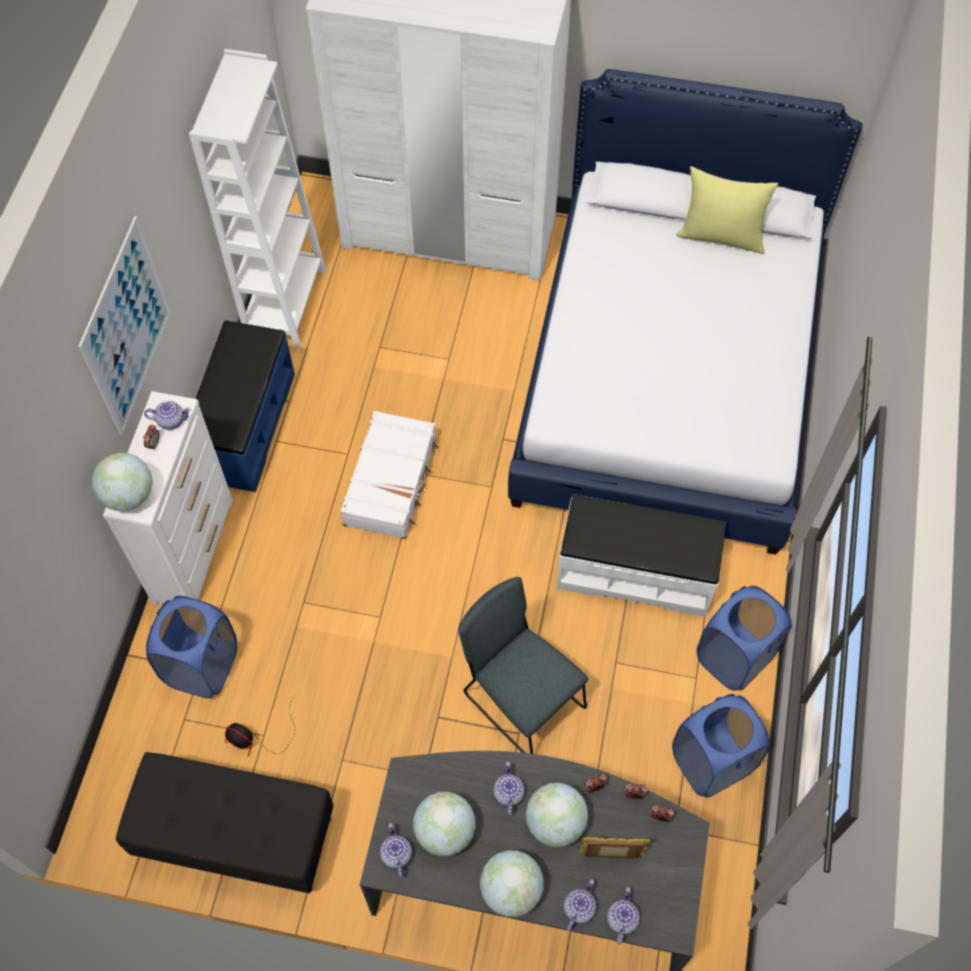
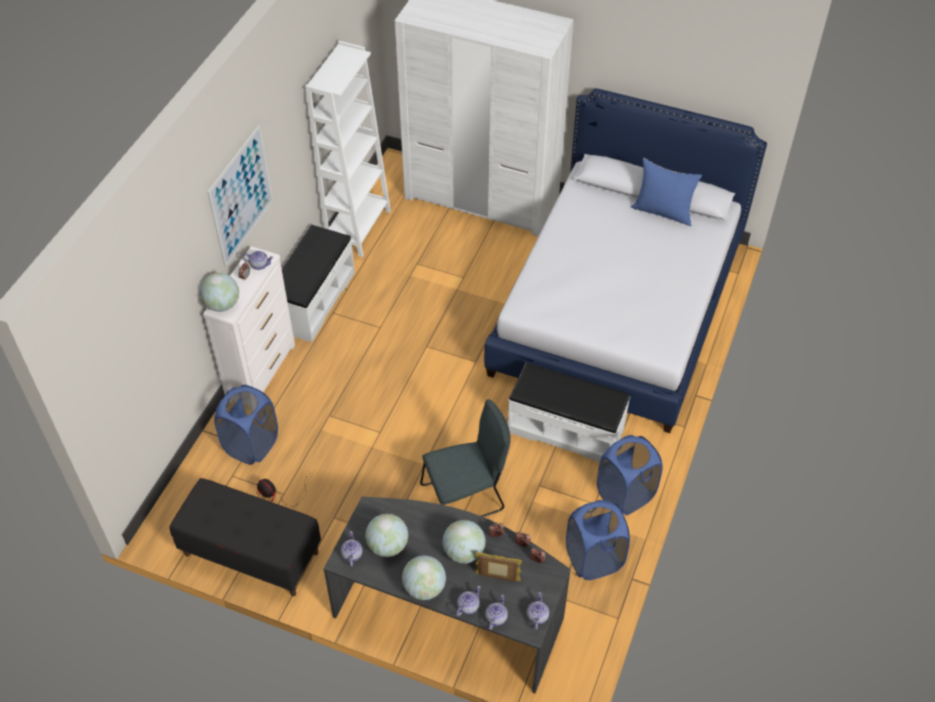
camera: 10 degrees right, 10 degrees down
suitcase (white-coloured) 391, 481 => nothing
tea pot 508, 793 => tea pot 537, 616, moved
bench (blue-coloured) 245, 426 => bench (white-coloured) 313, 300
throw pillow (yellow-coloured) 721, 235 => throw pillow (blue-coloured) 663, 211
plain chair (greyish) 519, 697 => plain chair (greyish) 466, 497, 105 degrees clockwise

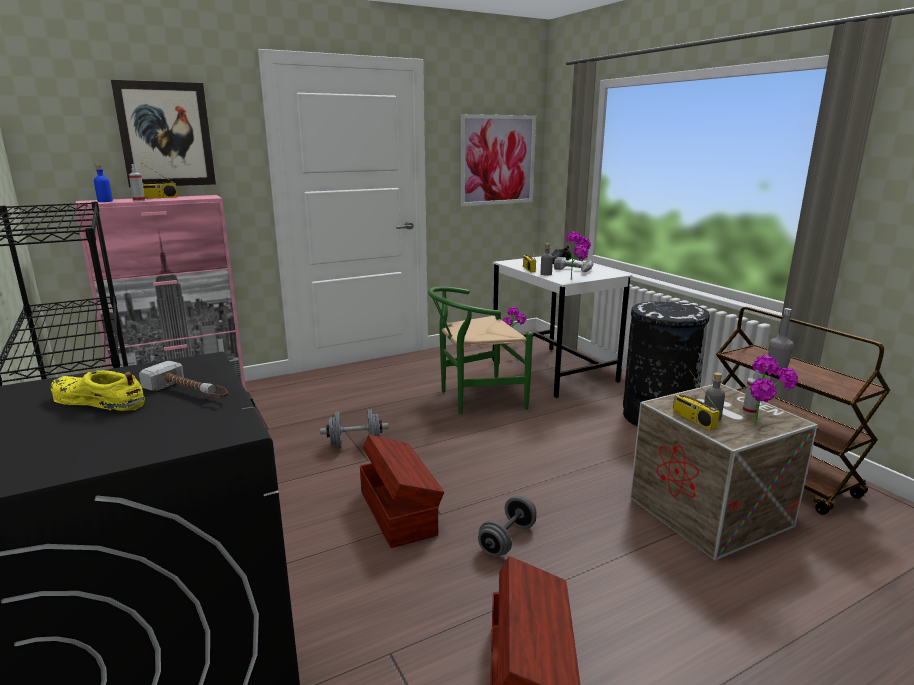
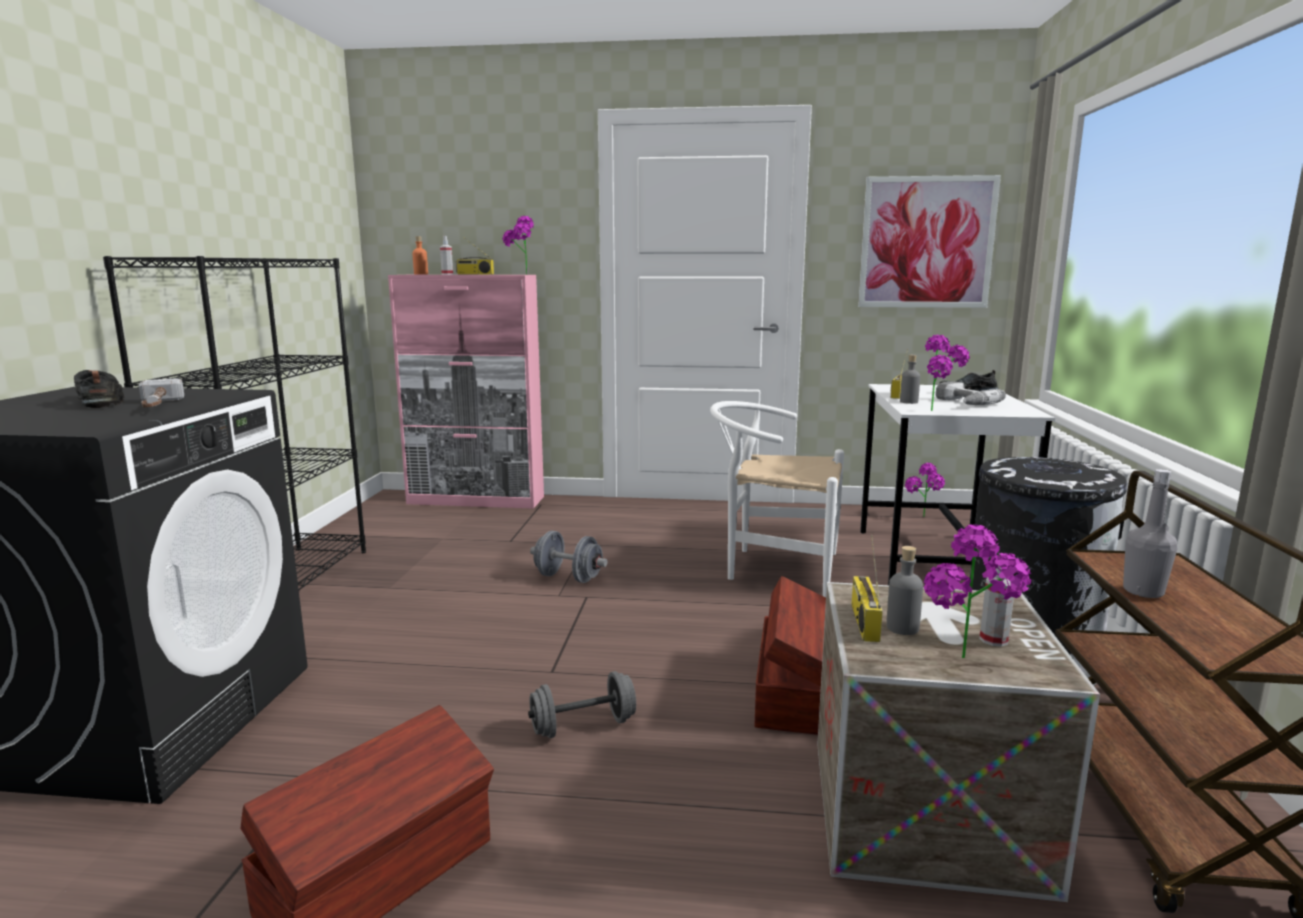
camera: 35 degrees right, 5 degrees down
wall art 166, 135 => nothing
nothing => houseplant 521, 274
storage bin (brown-coloured) 399, 511 => storage bin (brown-coloured) 795, 690, moved
low shoe (yellow-coloured) 98, 401 => low shoe (black) 99, 401
bottle (blue-coloured) 105, 201 => bottle (orange) 421, 274
plain chair (green-coloured) 475, 398 => plain chair (white-coloured) 773, 567

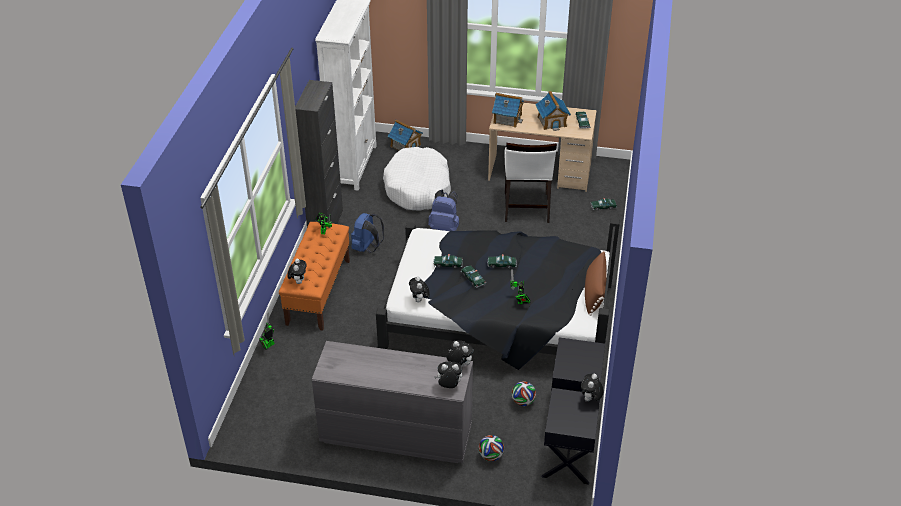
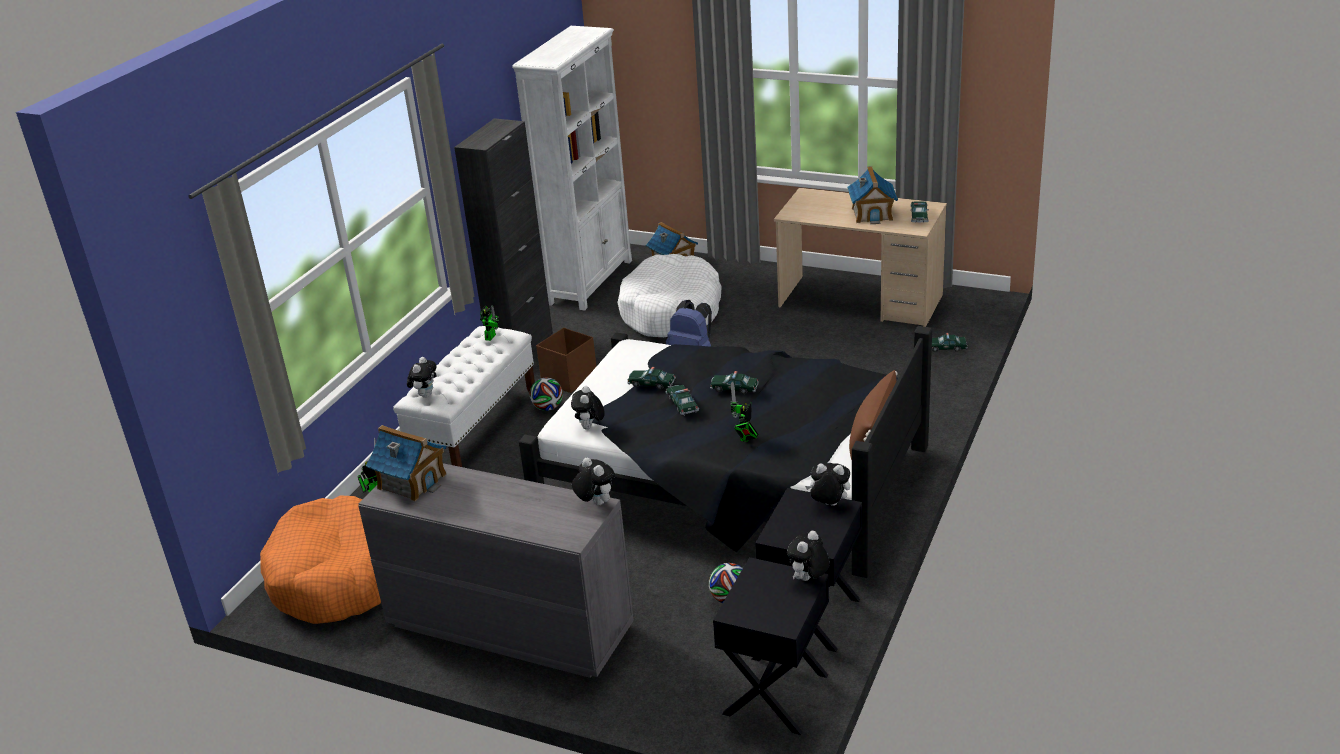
camera: 15 degrees right, 10 degrees down
plain chair (white-coloured) 526, 208 => nothing
nothing => pet bed (orange) 335, 577
soft toy 449, 386 => soft toy 828, 505, moved
football ball 491, 456 => football ball 548, 408, moved
miniature house 507, 118 => miniature house 412, 481, moved
rucksack (blue-coloured) 367, 248 => storage bin (brown-coloured) 568, 379
bench (orange) 318, 292 => bench (white-coloured) 475, 428

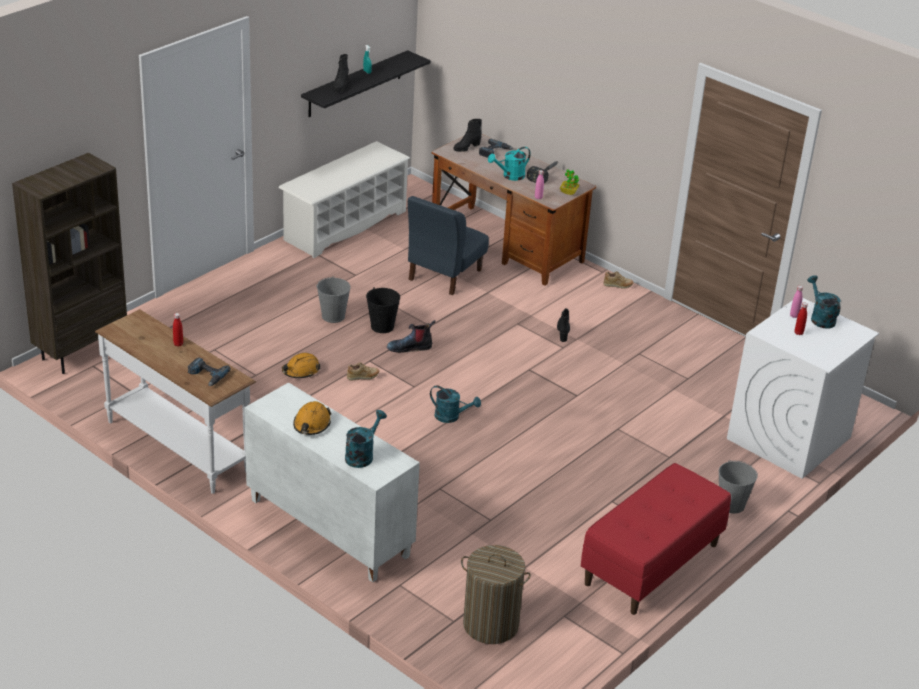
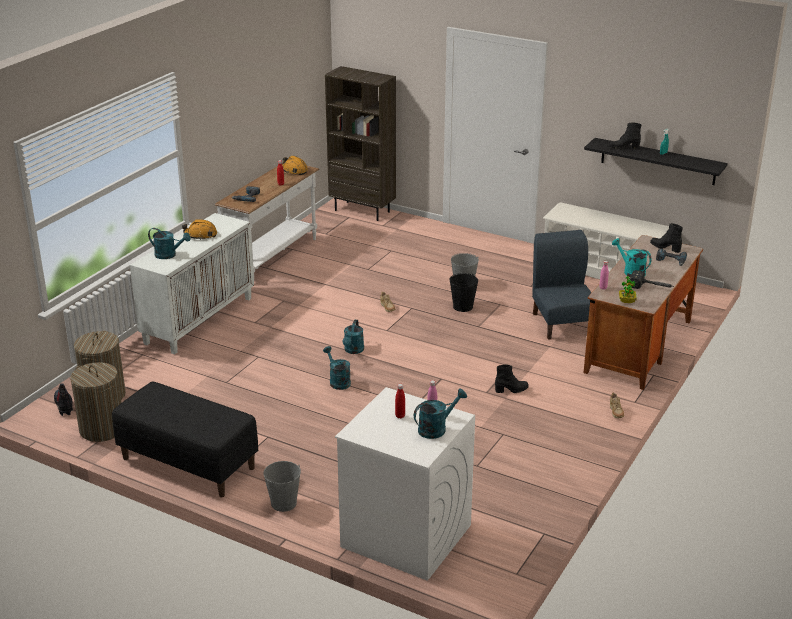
camera: 80 degrees right, 5 degrees down
nothing => washing basket 102, 429
nothing => watering can (turquoise-coloured) 338, 381
hard hat (orange) 301, 371 => hard hat (orange) 294, 170, moved
boot 410, 347 => boot 64, 405, moved
bench (reddish) 651, 565 => bench (black) 187, 463
plain chair (blue-coloured) 444, 275 => plain chair (blue-coloured) 562, 323, 60 degrees clockwise

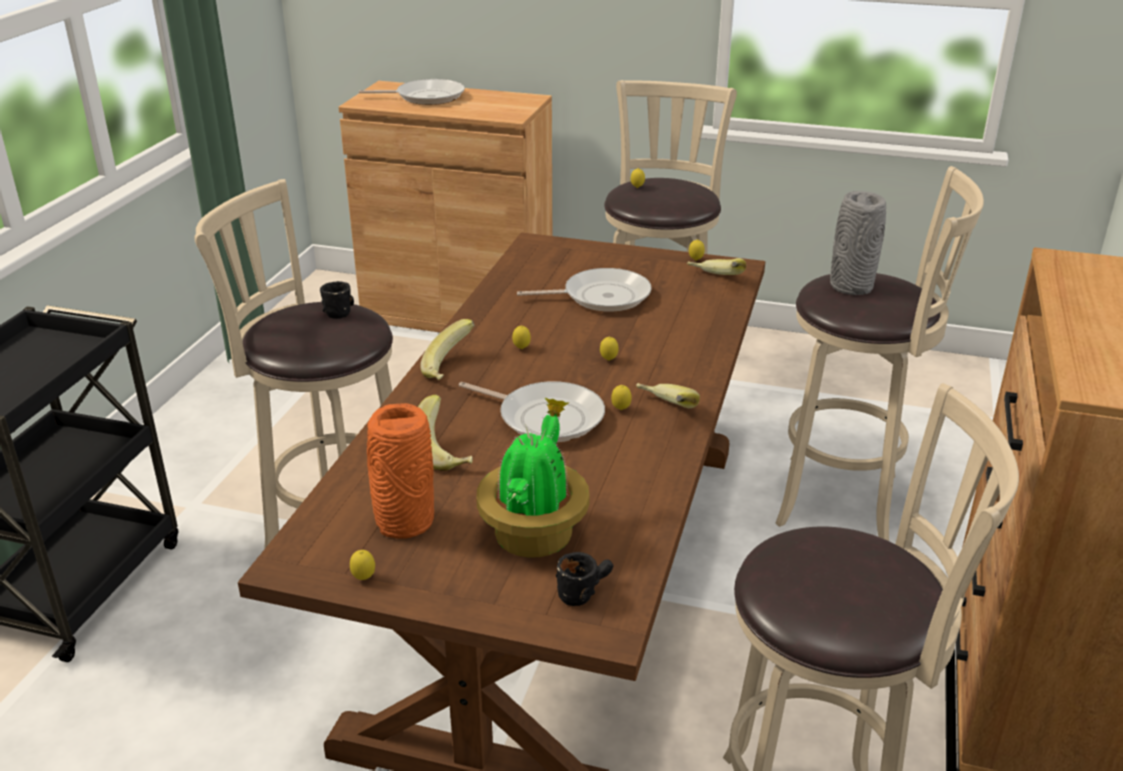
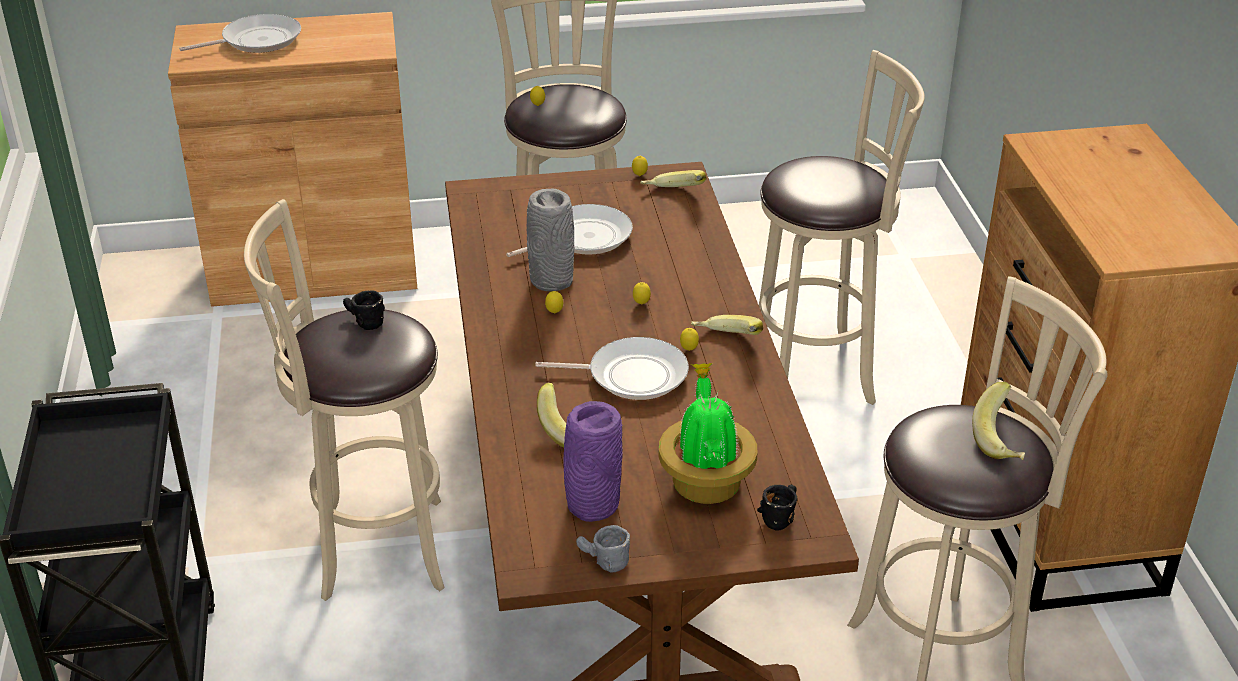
camera: 25 degrees left, 5 degrees up
whole banana 451, 369 => whole banana 1002, 441, moved
flower vase (greyish) 850, 287 => flower vase (greyish) 551, 281, moved
lemon 364, 579 => mug (greyish) 601, 562
flower vase (orange) 403, 522 => flower vase (purple-coloured) 591, 505

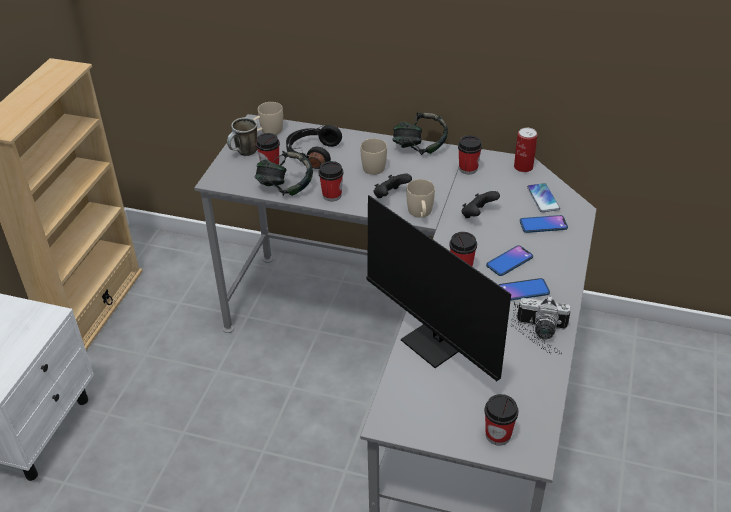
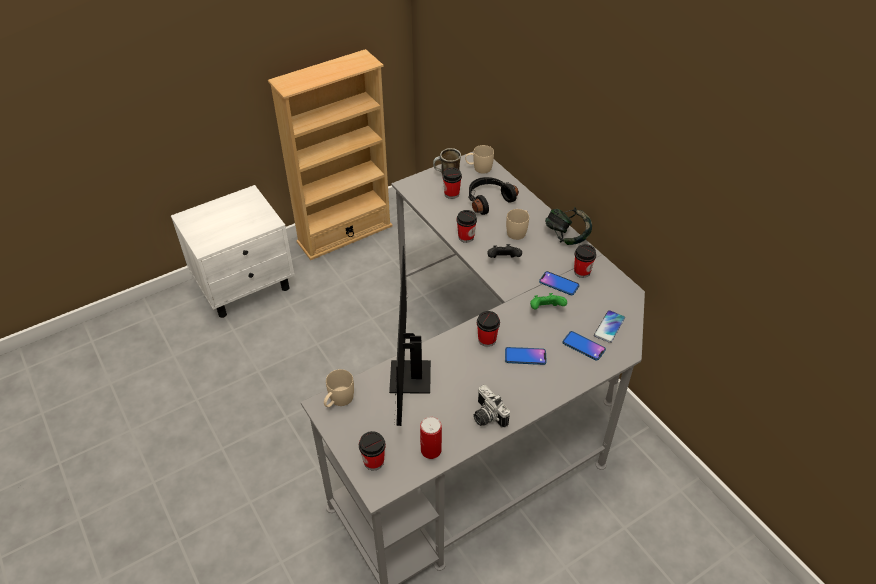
camera: 40 degrees right, 5 degrees up
headset 285, 188 => nothing
mug (beige) 420, 214 => mug (beige) 338, 401, moved
telephone 523, 290 => telephone 559, 284, moved
metal can 523, 167 => metal can 431, 450, moved
joypad (black) 477, 215 => joypad (green-coloured) 545, 309

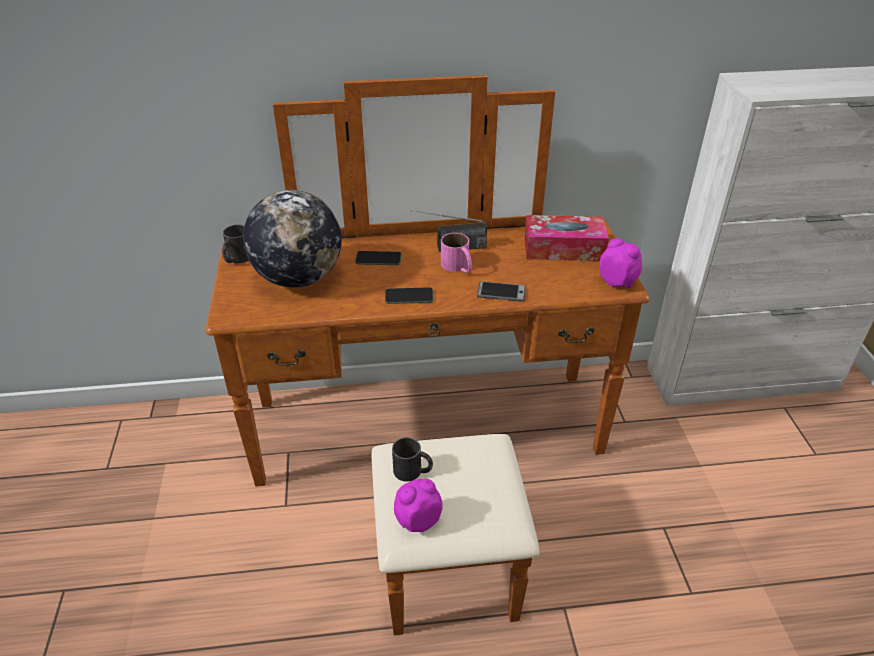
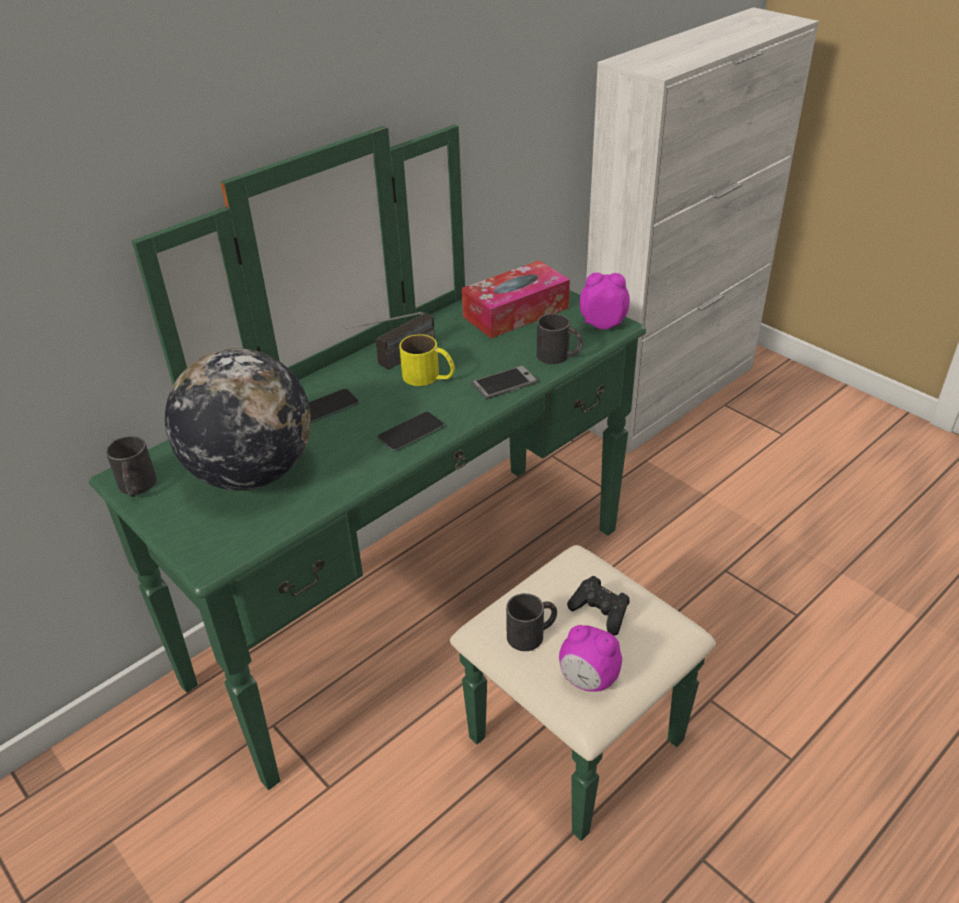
camera: 35 degrees left, 0 degrees up
nothing => mug (black) 559, 356
nothing => joypad (black) 600, 613
drawer chest (brown-coloured) 433, 455 => drawer chest (green-coloured) 449, 629
mug (pinkish) 458, 267 => mug (yellow-coloured) 429, 377
bedside clock 418, 520 => bedside clock 588, 680, 90 degrees counterclockwise

